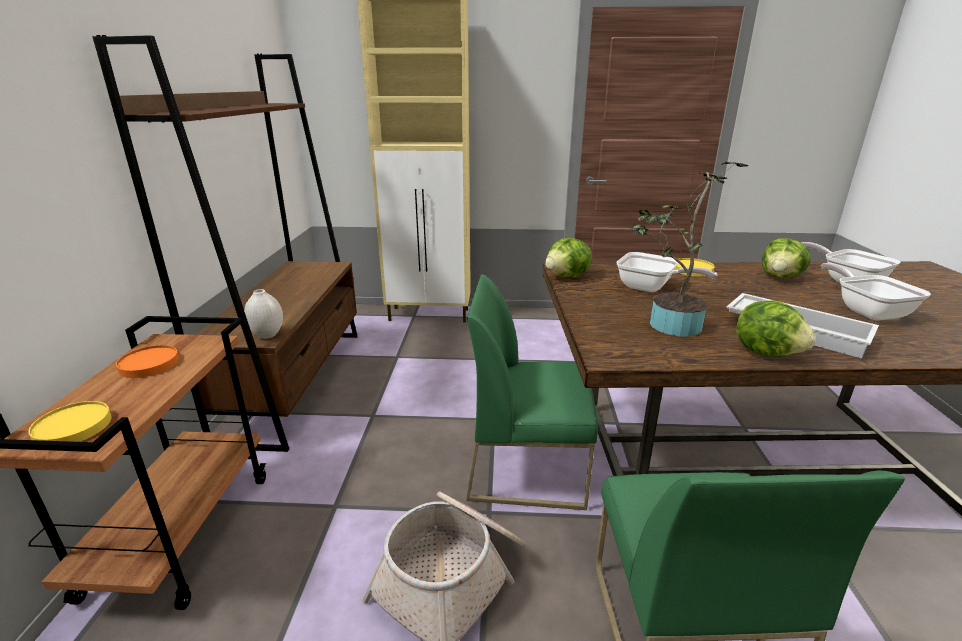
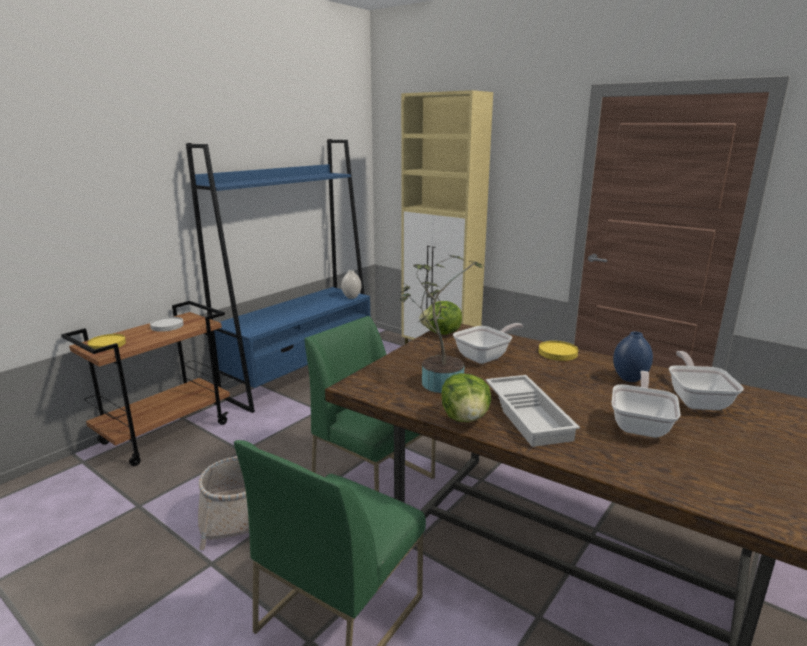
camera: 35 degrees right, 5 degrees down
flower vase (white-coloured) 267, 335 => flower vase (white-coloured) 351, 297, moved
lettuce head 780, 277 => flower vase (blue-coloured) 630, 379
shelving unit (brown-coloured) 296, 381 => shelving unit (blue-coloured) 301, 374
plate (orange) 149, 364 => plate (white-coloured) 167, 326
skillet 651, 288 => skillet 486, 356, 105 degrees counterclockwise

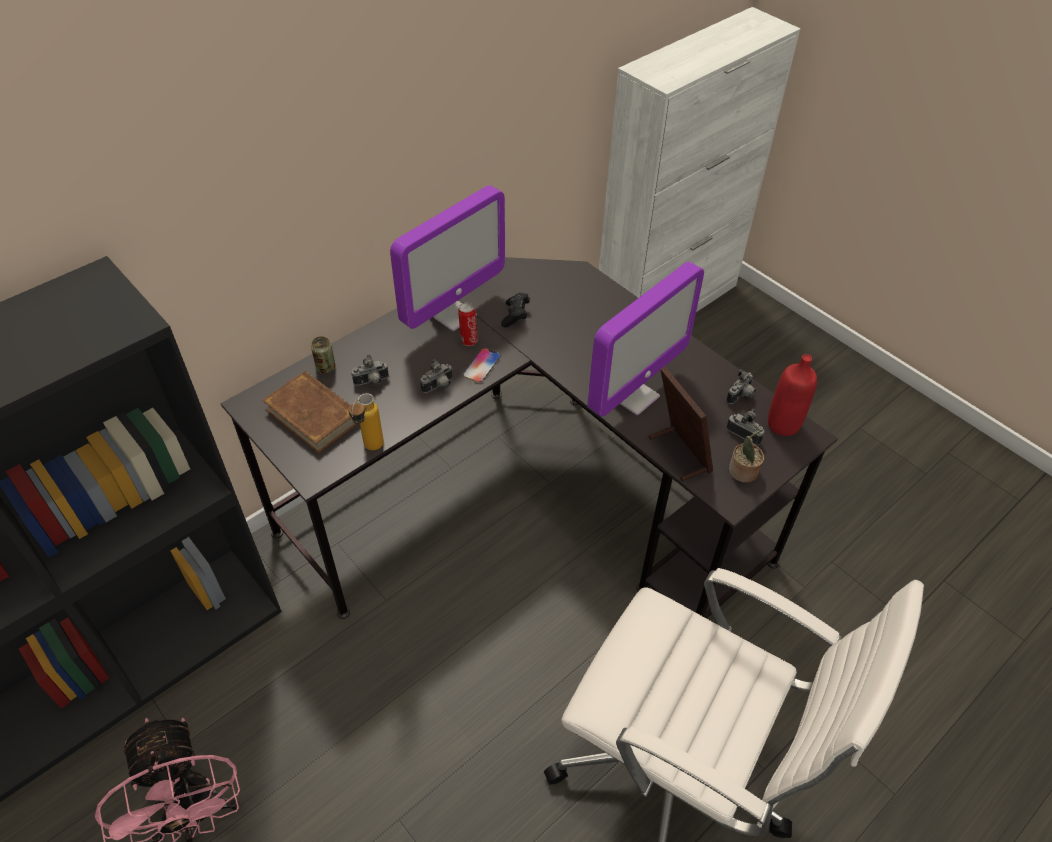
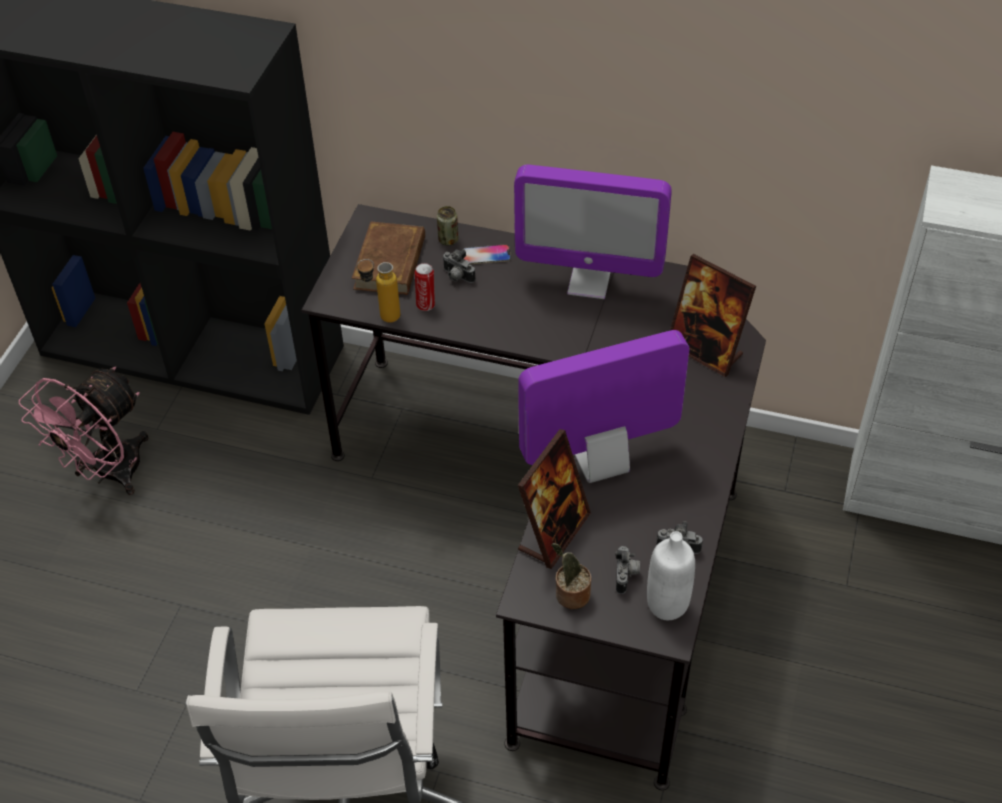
camera: 60 degrees right, 0 degrees up
still camera 439, 387 => nothing
joypad (black) 515, 316 => nothing
nothing => picture frame 705, 351
metal can 468, 340 => metal can 426, 304, moved
telephone 482, 366 => telephone 486, 255, moved
bottle (reddish) 783, 424 => bottle (white-coloured) 667, 604
computer screen 633, 395 => computer screen 600, 464, 150 degrees clockwise

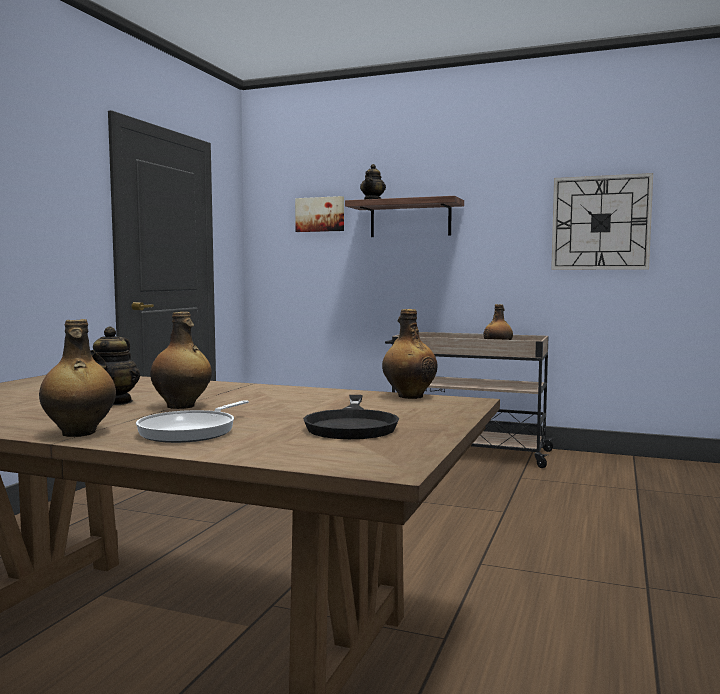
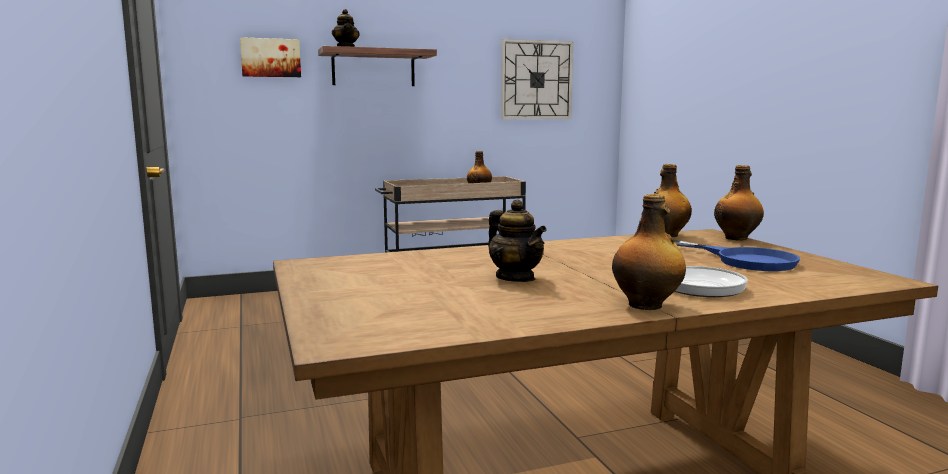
camera: 40 degrees left, 5 degrees up
bottle 182, 406 => bottle 737, 238, moved
skillet (black) 352, 424 => skillet (blue-coloured) 743, 260

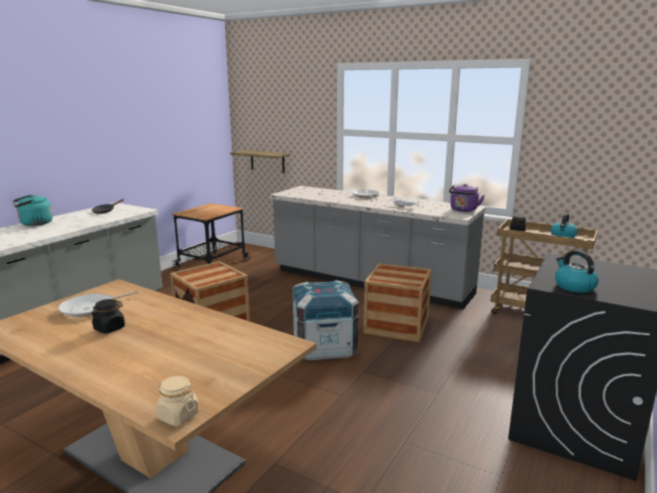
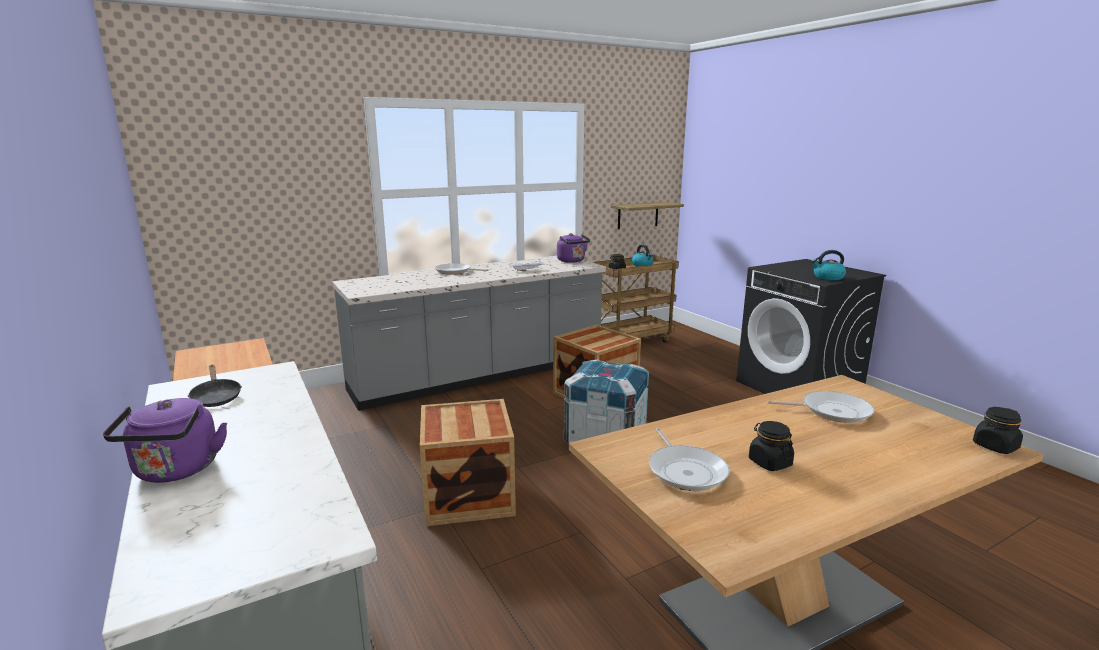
camera: 60 degrees left, 0 degrees up
nothing => skillet 831, 411
shelf 267, 161 => shelf 638, 215, moved
water kettle (turquoise-coloured) 34, 224 => water kettle (purple-coloured) 176, 471
storage jar (beige) 178, 416 => storage jar (black) 995, 446

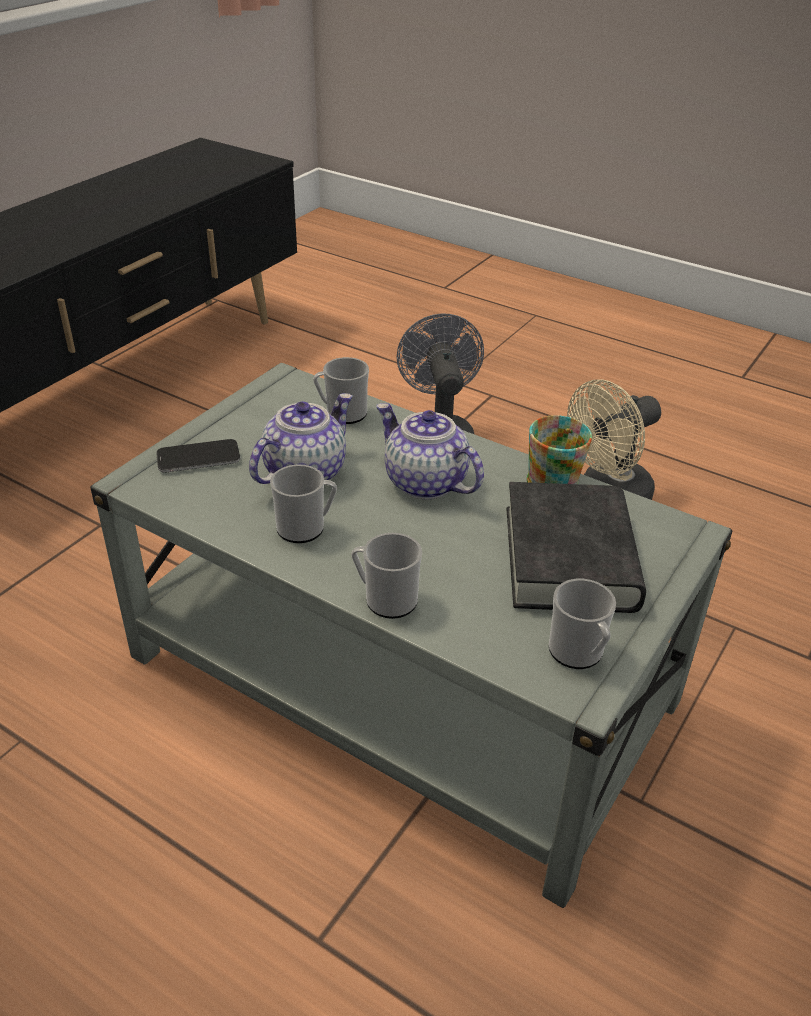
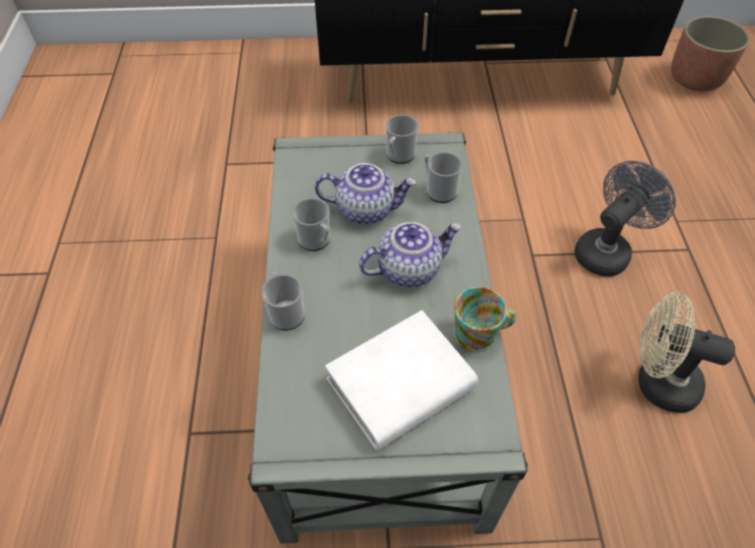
camera: 55 degrees right, 15 degrees up
telephone 198, 457 => nothing
nothing => flower pot 695, 79
mug 579, 654 => mug 399, 156, moved
bound book (black) 569, 558 => bound book (white-coloured) 400, 384
tea pot 424, 482 => tea pot 409, 268, 60 degrees clockwise

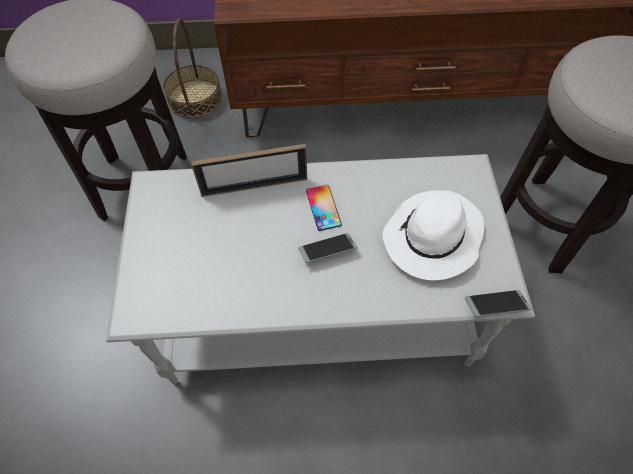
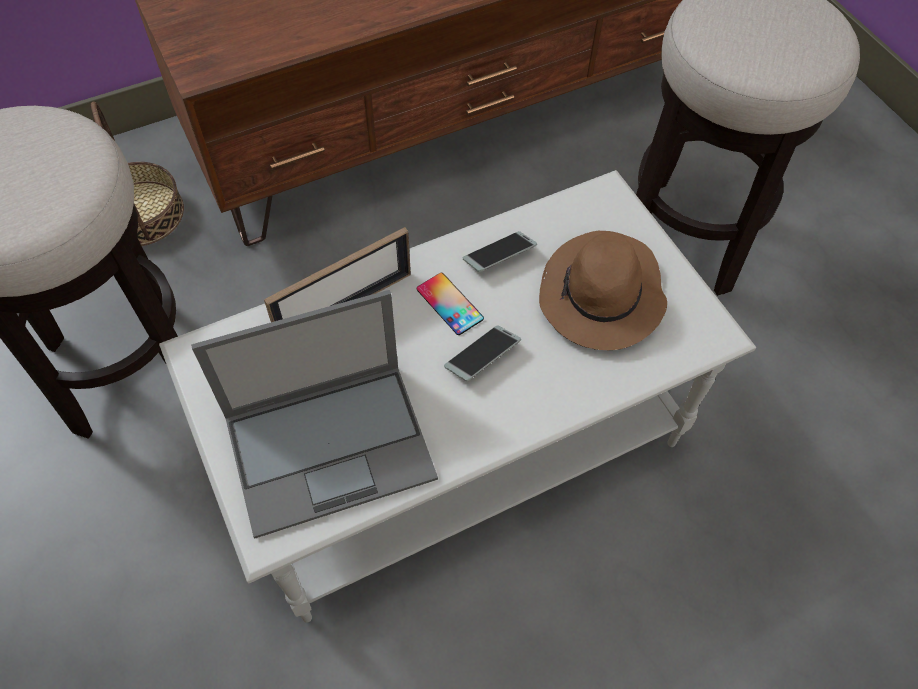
camera: 25 degrees left, 0 degrees up
nothing => portable computer 332, 445
telephone 495, 306 => telephone 499, 256, moved
wearable hat (white-coloured) 432, 239 => wearable hat (brown-coloured) 601, 297

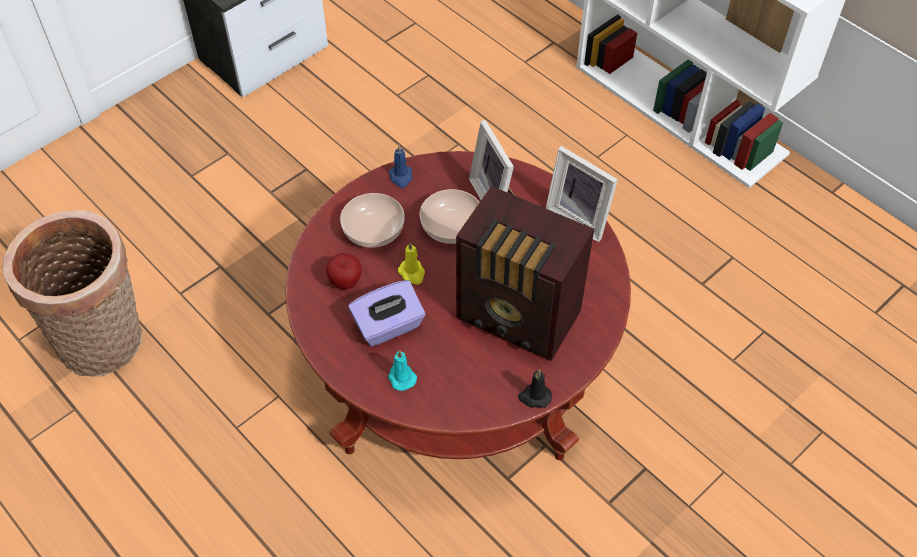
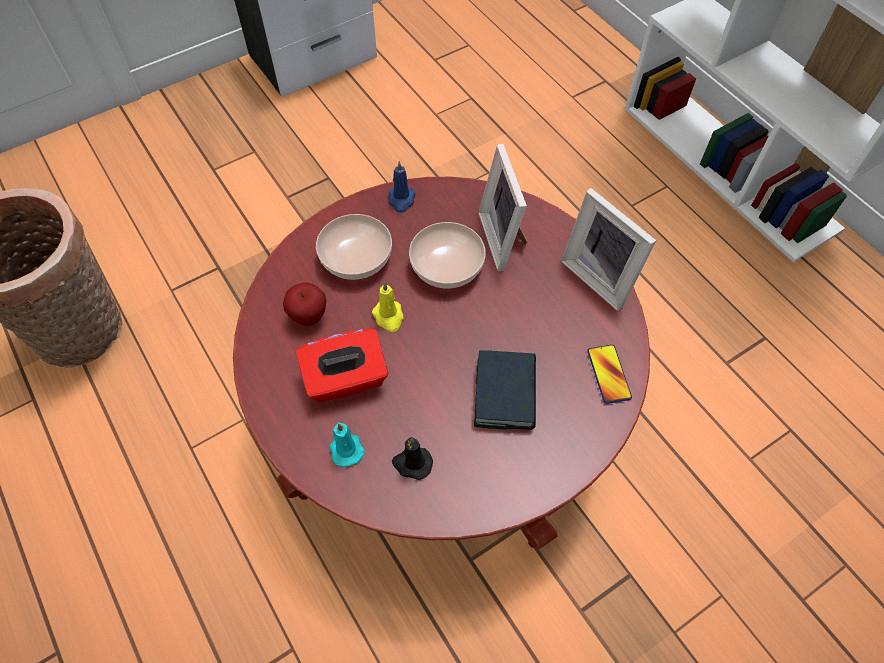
camera: 10 degrees right, 5 degrees up
nothing => telephone 608, 374
candle (black) 534, 397 => candle (black) 412, 463, moved
radio receiver 519, 318 => bound book 505, 393
tissue box (purple-coloured) 388, 326 => tissue box (reddish) 346, 379

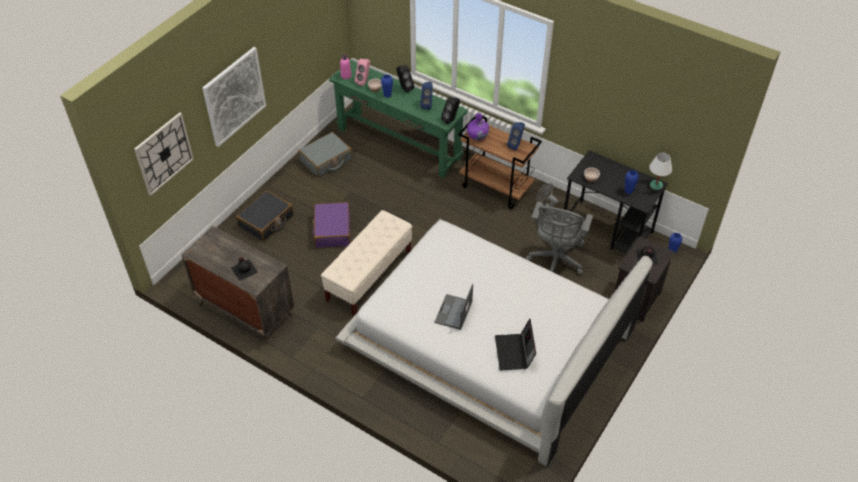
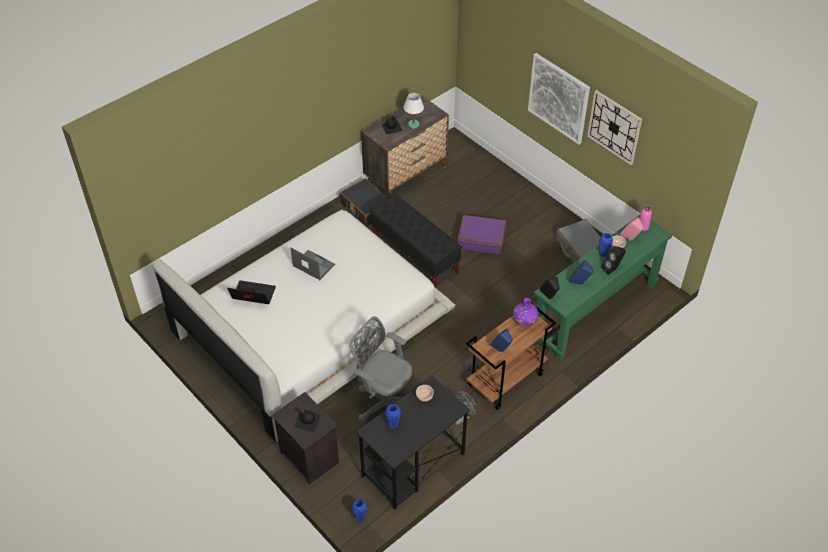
camera: 105 degrees right, 0 degrees up
clock on the wall 164, 153 => clock on the wall 614, 127, moved
suitcase (black) 266, 221 => suitcase (black) 365, 208, moved
lamp for a table (white-coloured) 656, 185 => lamp for a table (white-coloured) 413, 124, moved
bench (beige) 369, 277 => bench (black) 415, 256

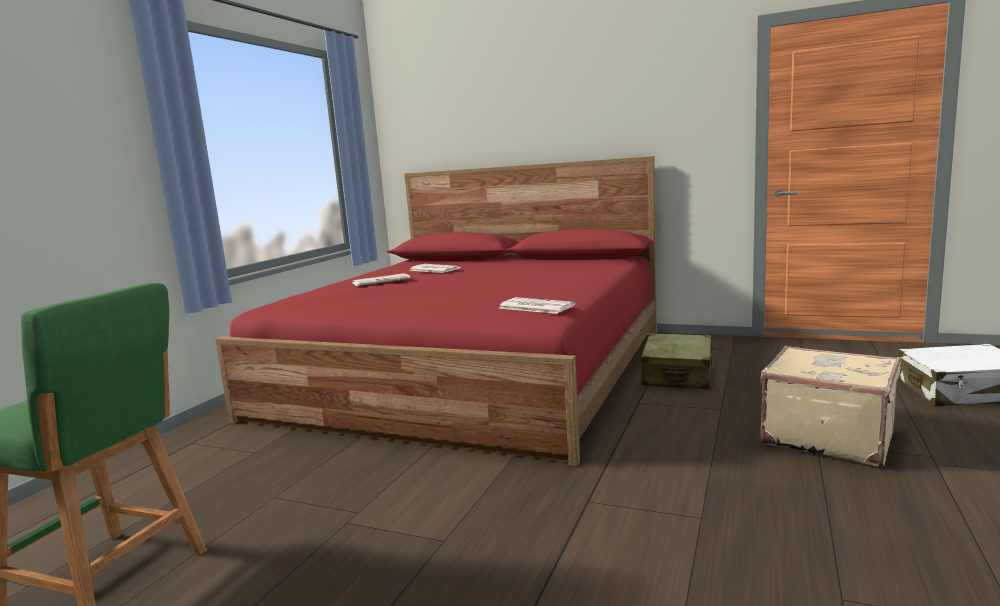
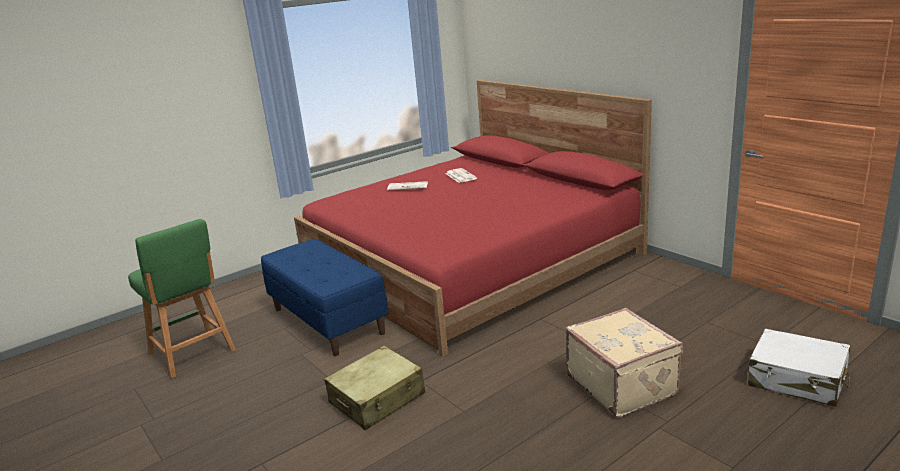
camera: 30 degrees right, 10 degrees up
printed paper 535, 307 => nothing
nothing => bench (blue-coloured) 328, 321
suitcase (beige) 677, 375 => suitcase (beige) 377, 399, moved

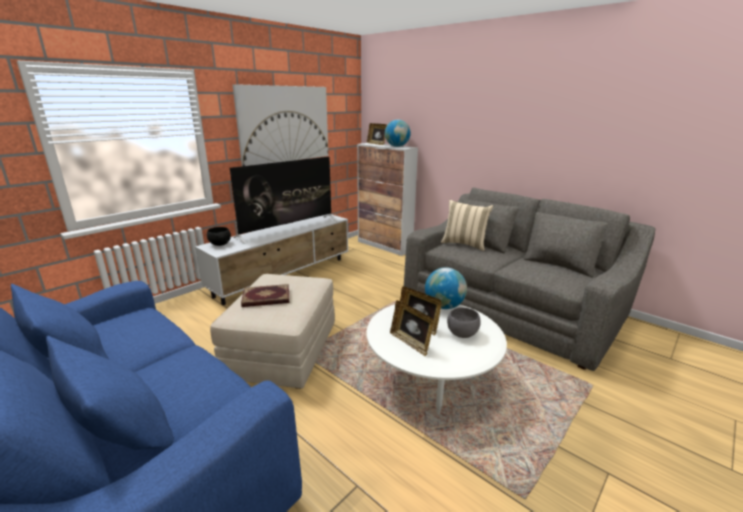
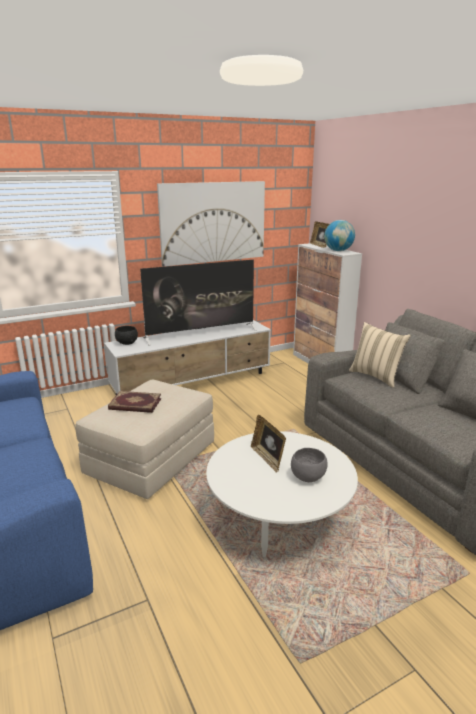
camera: 20 degrees right, 0 degrees up
picture frame 410, 343 => nothing
globe 444, 306 => nothing

